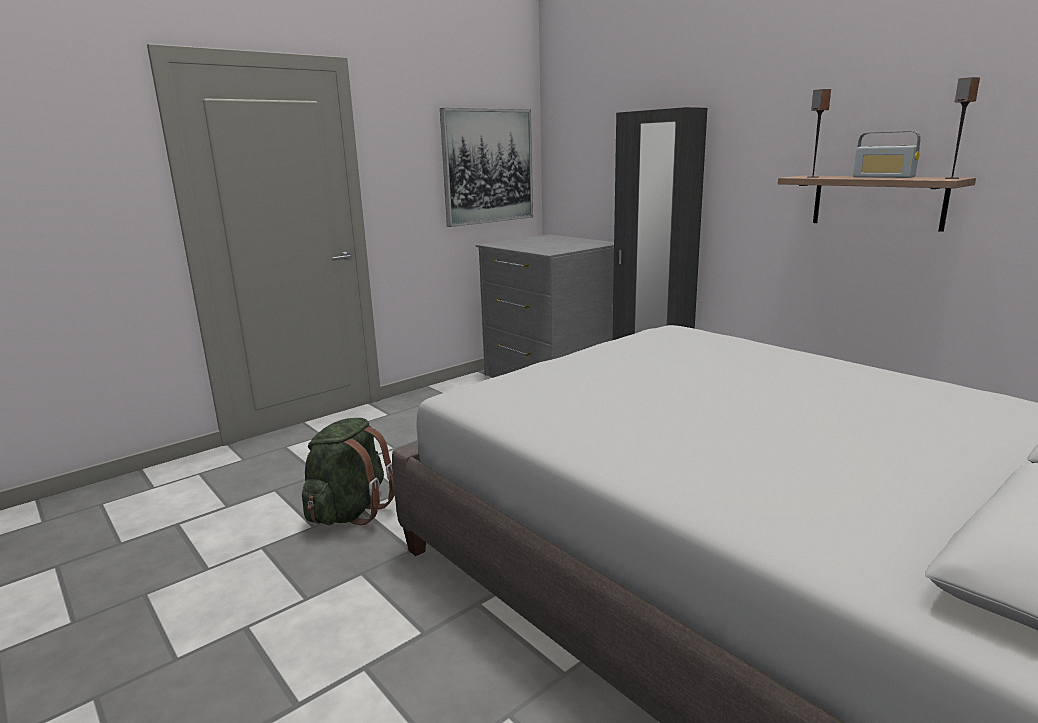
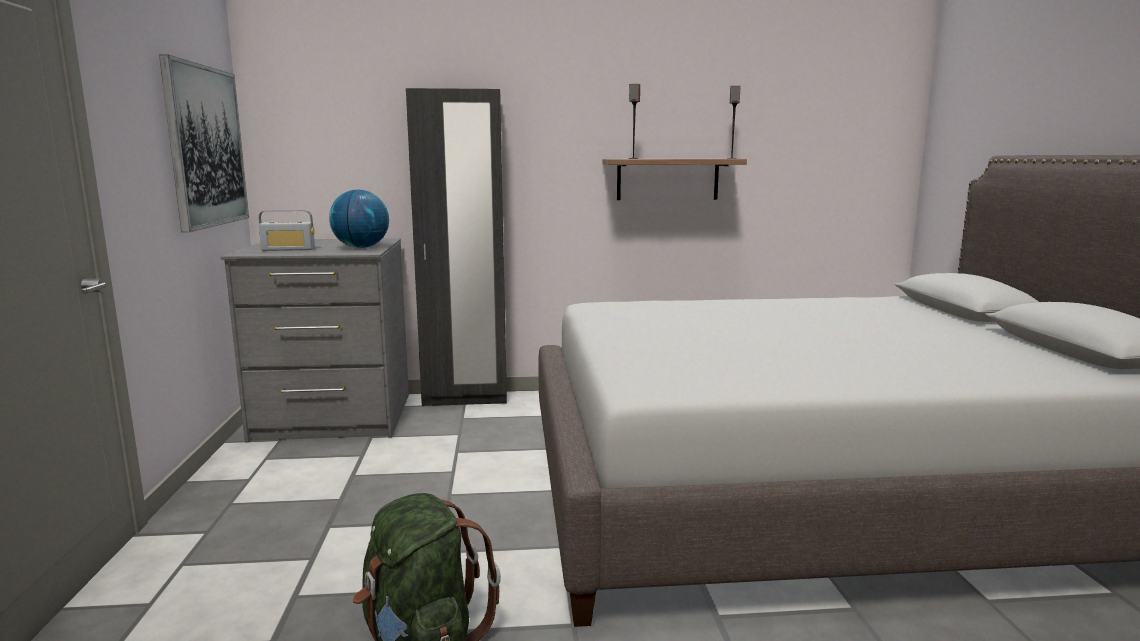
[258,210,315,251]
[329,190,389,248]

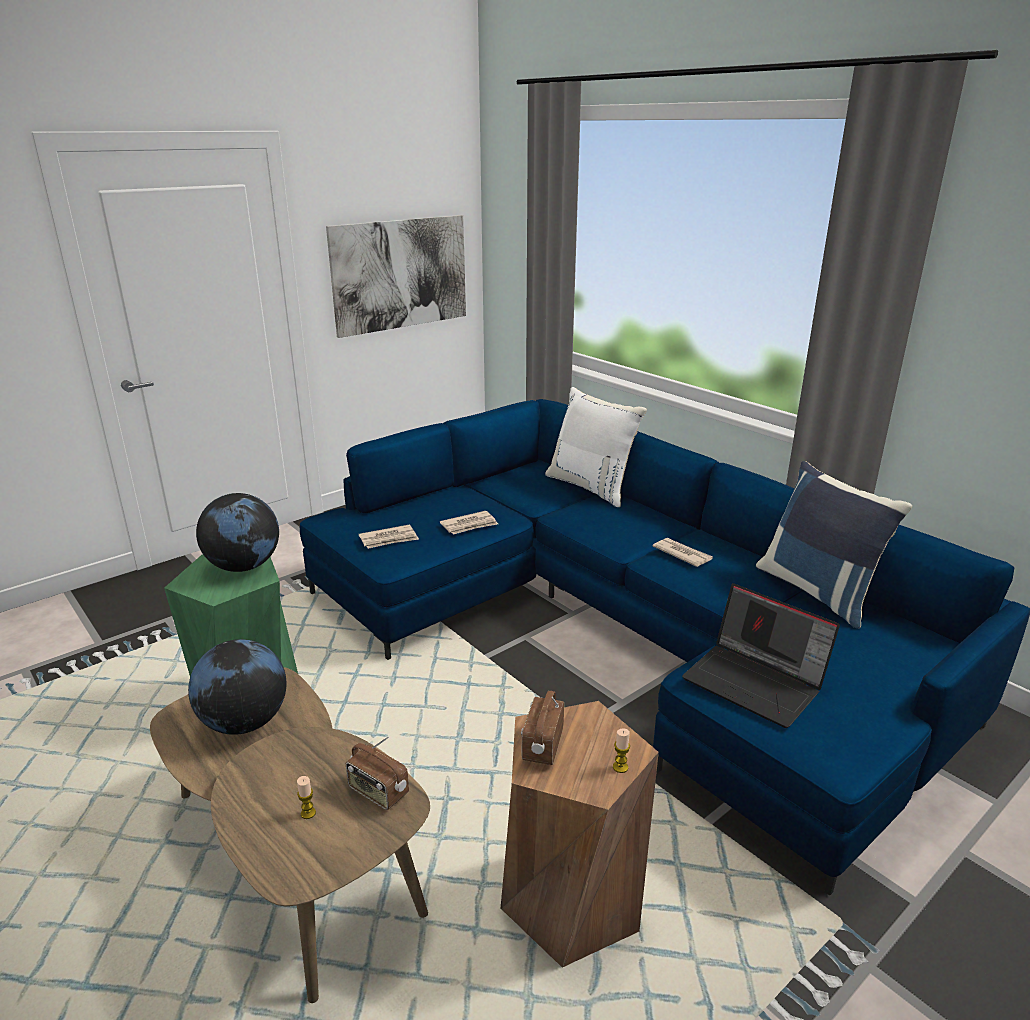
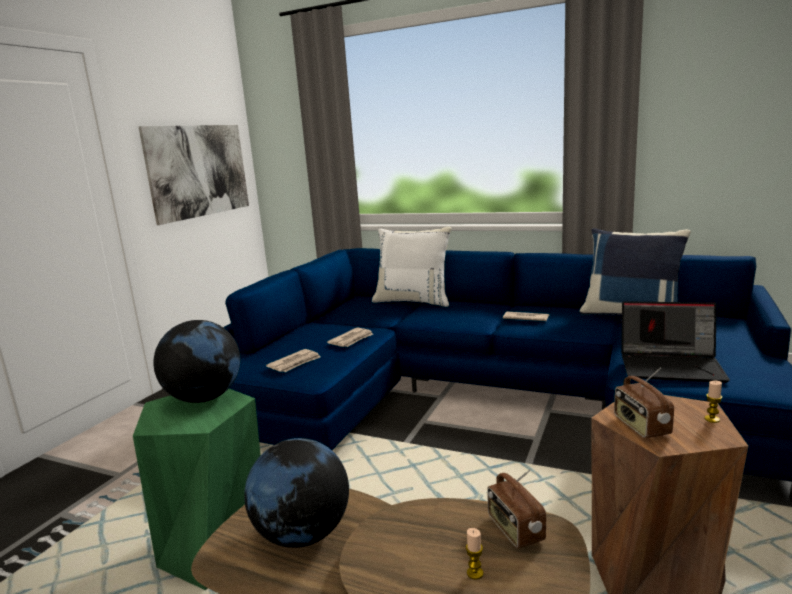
[487,469,546,549]

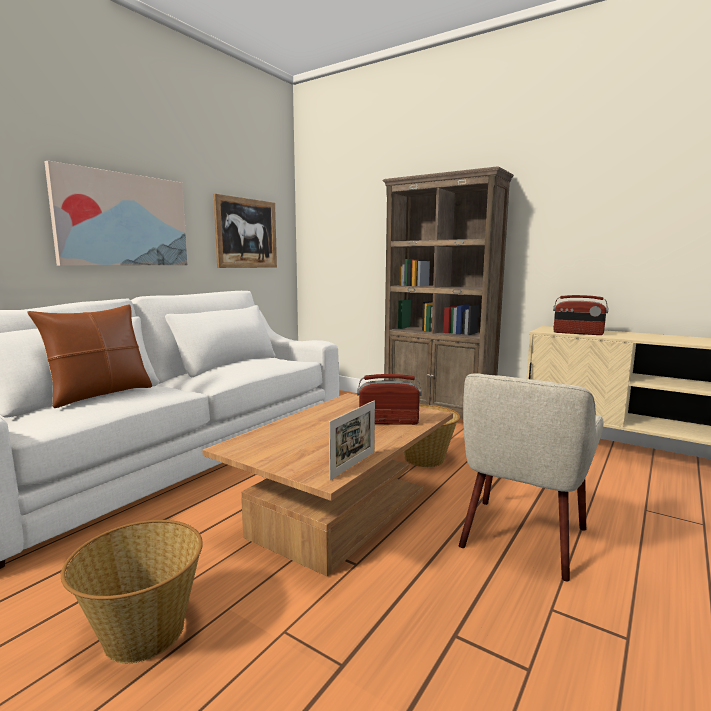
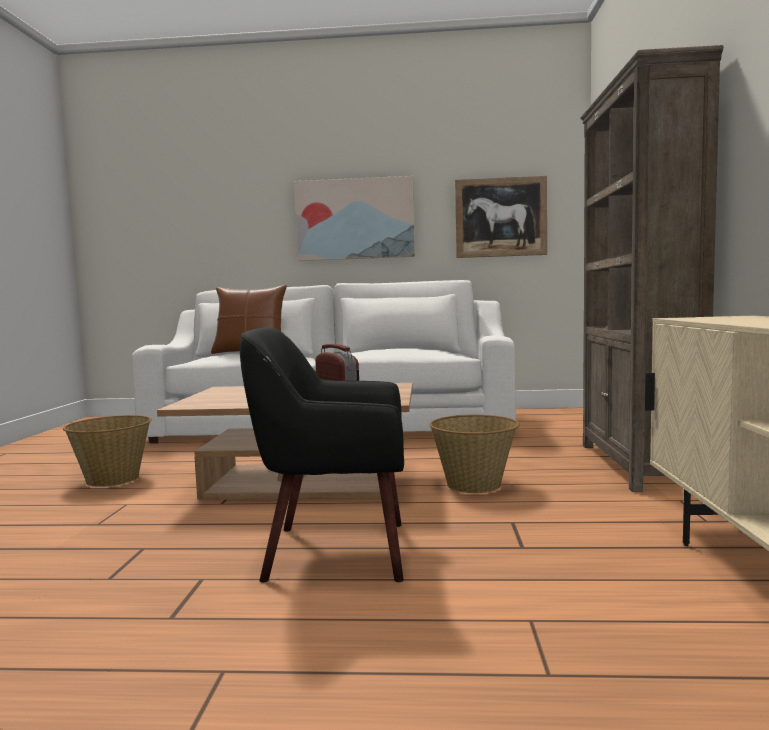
[553,295,608,335] (first image)
[240,327,404,582]
[329,400,375,480] (first image)

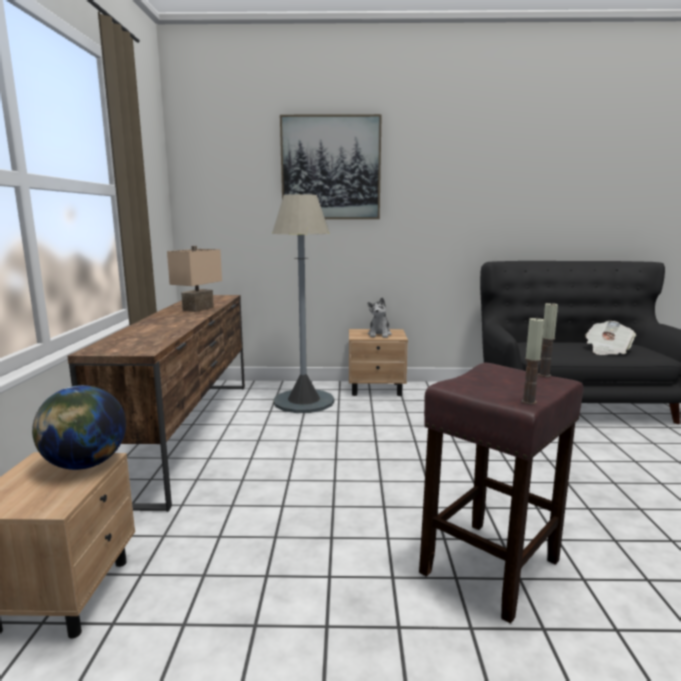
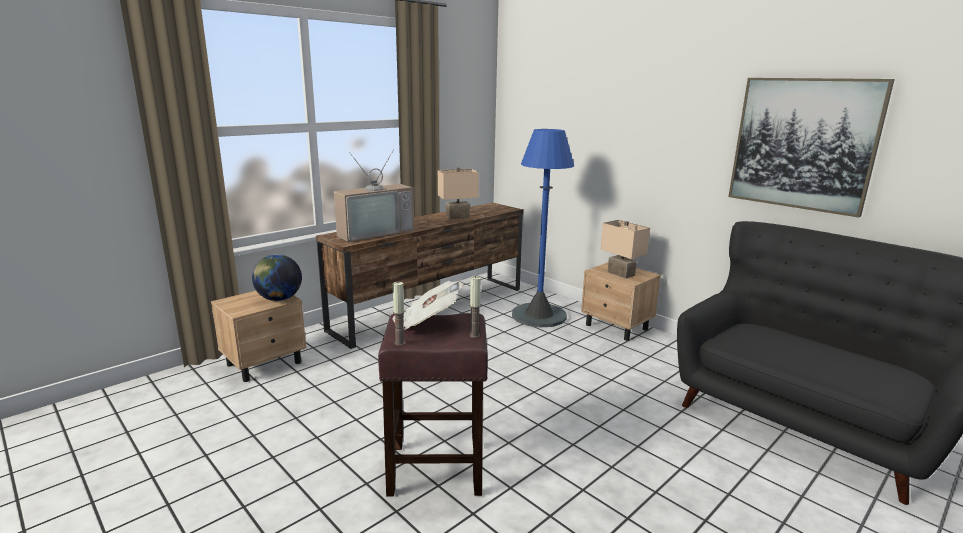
[728,78,895,218]
[512,129,574,327]
[601,220,650,279]
[392,281,463,330]
[334,149,414,242]

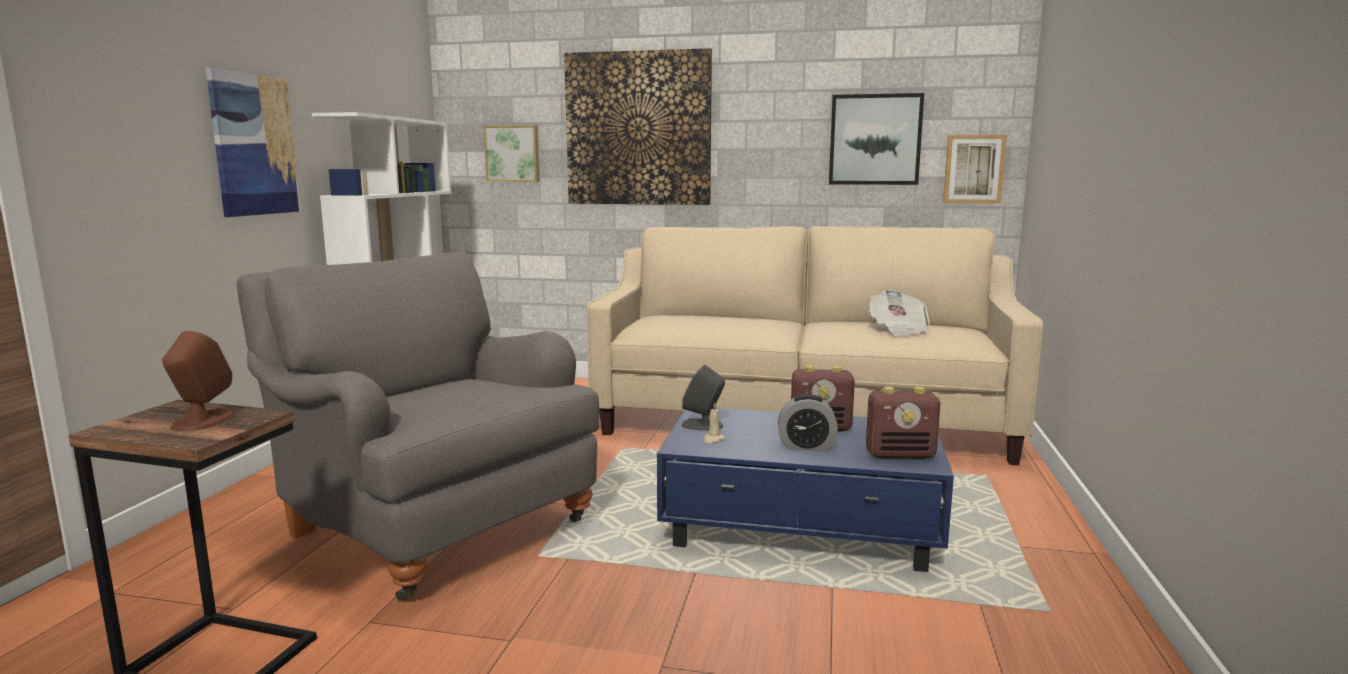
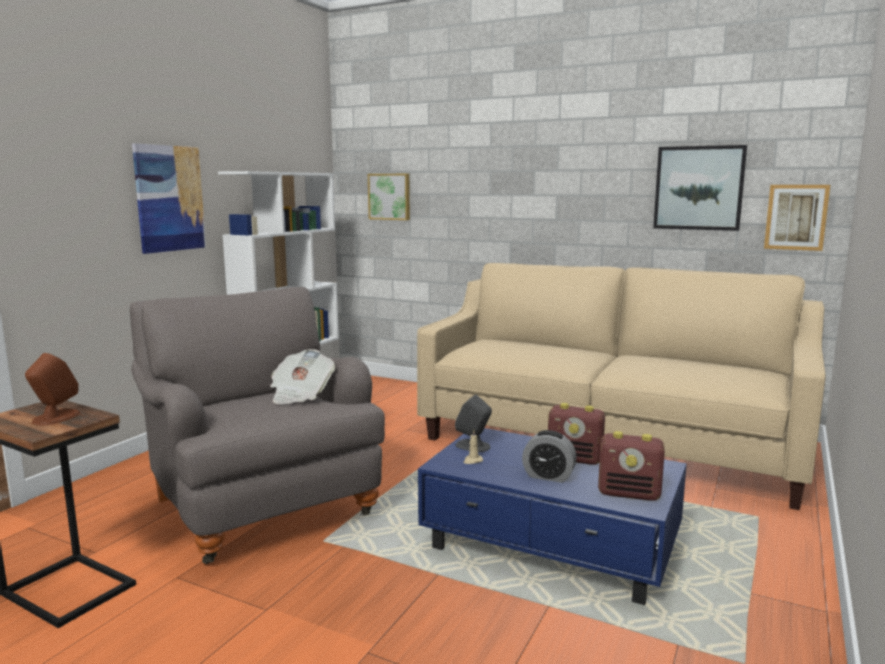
[564,48,712,205] (first image)
[270,349,335,404]

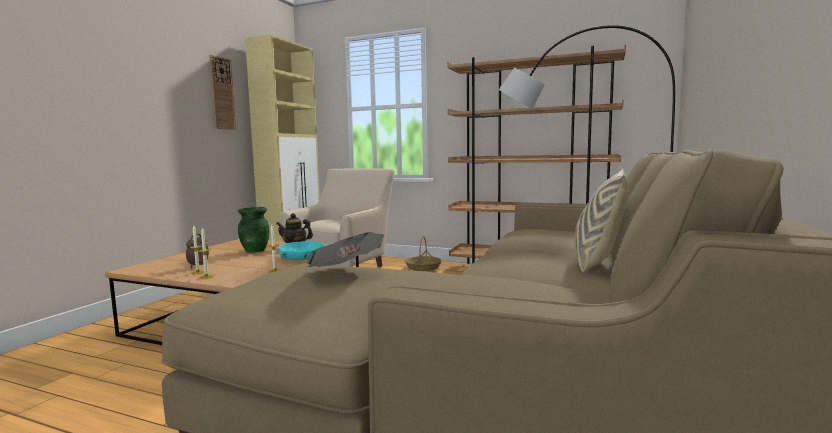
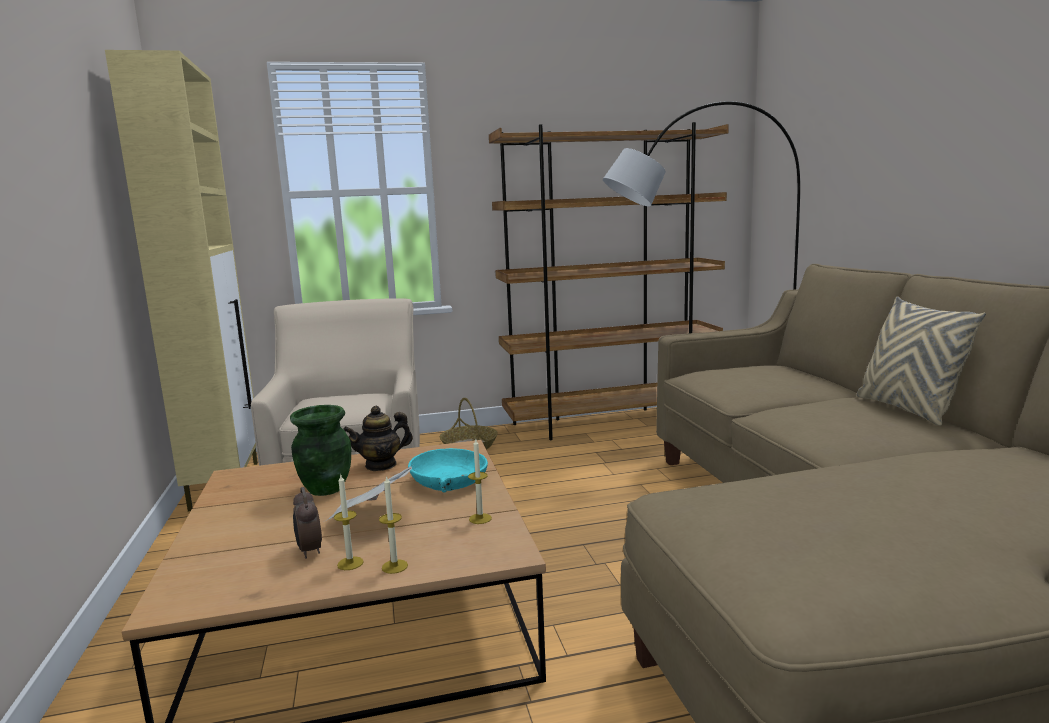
[209,55,236,130] (first image)
[324,465,413,522]

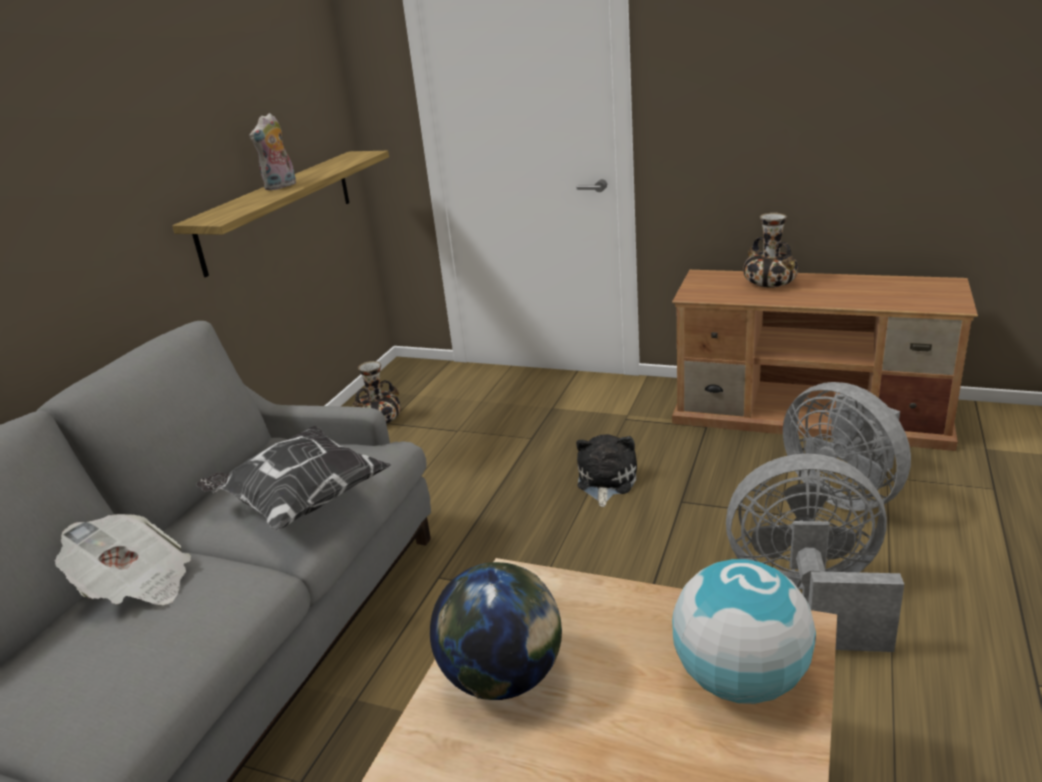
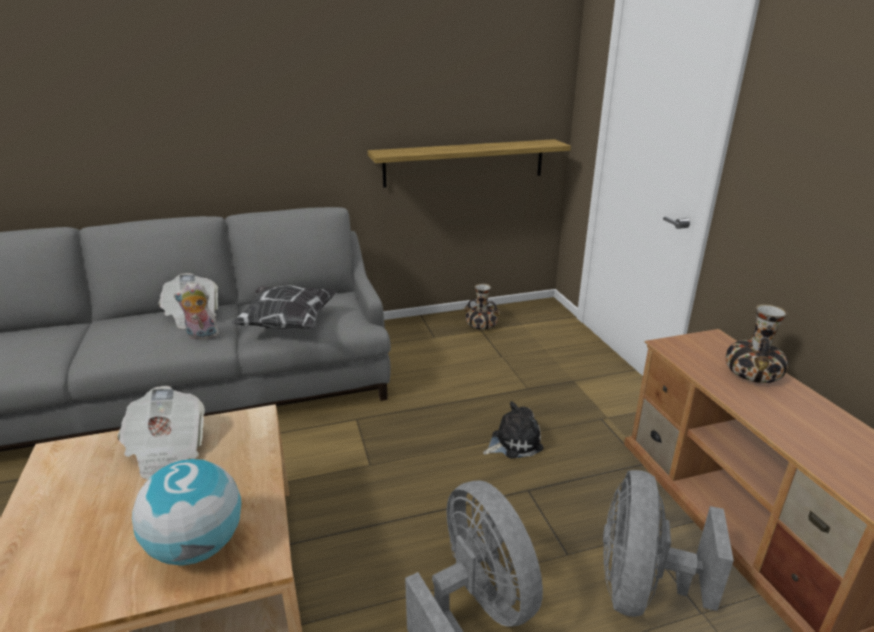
[174,282,219,340]
[118,386,205,479]

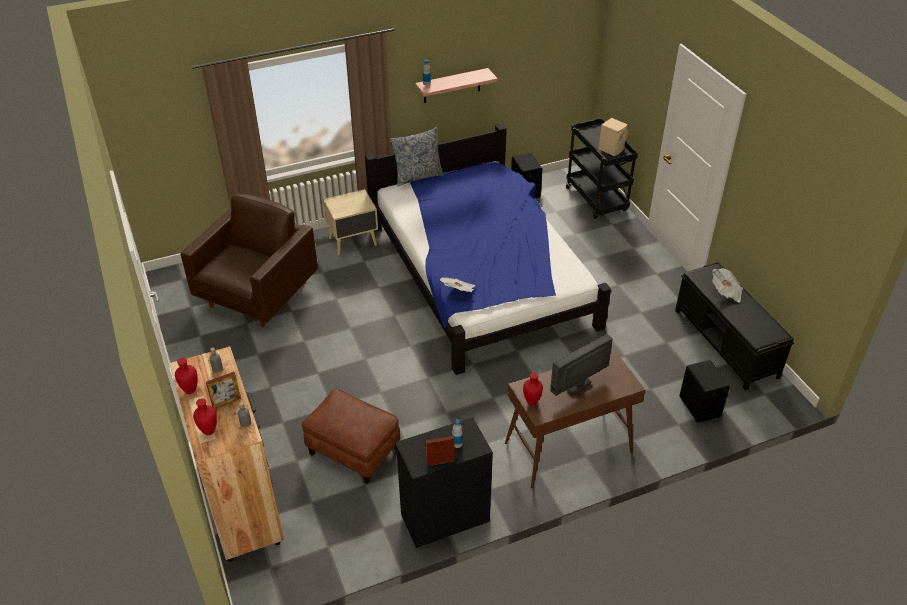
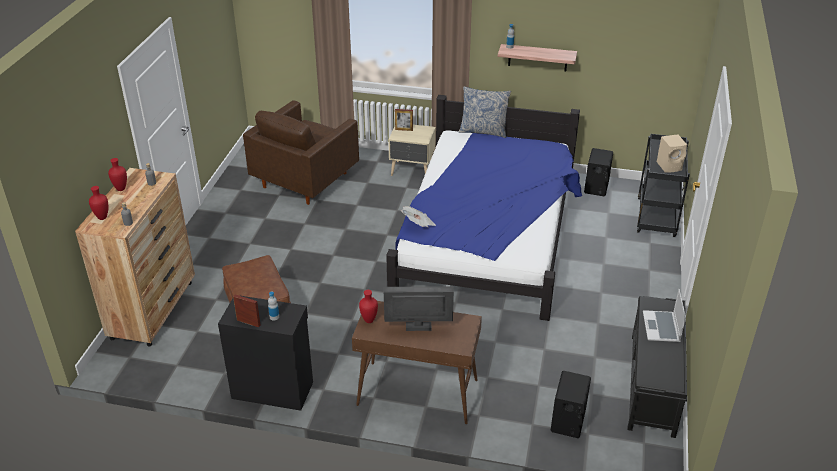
[243,100,359,205]
[643,289,686,342]
[395,109,413,131]

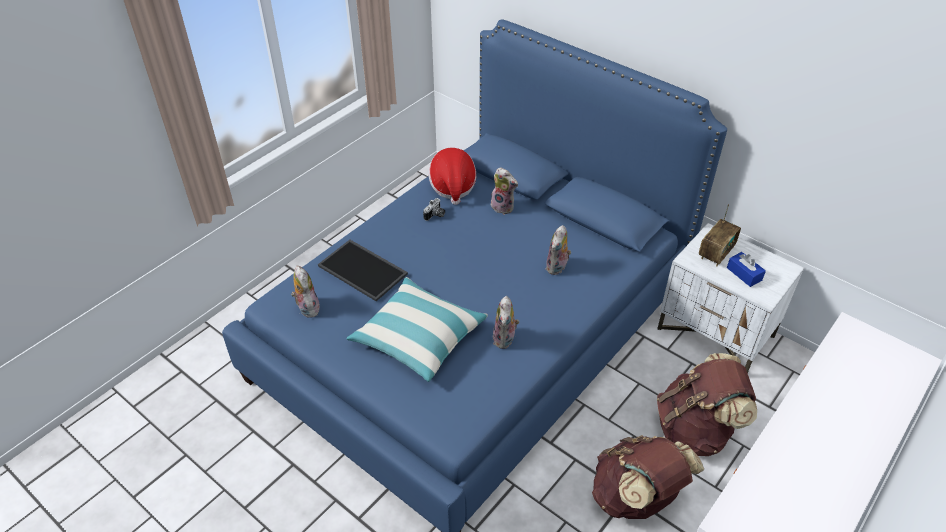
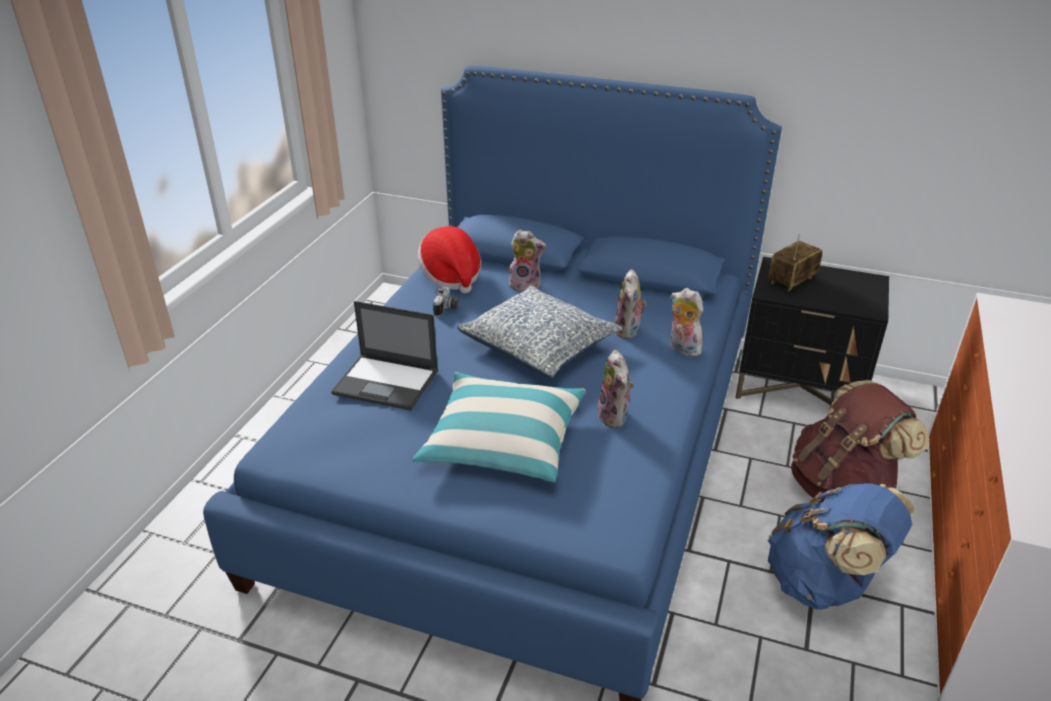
[769,233,823,292]
[736,257,889,405]
[331,301,438,411]
[727,252,766,287] (first image)
[670,288,703,357]
[768,483,915,610]
[457,285,622,378]

